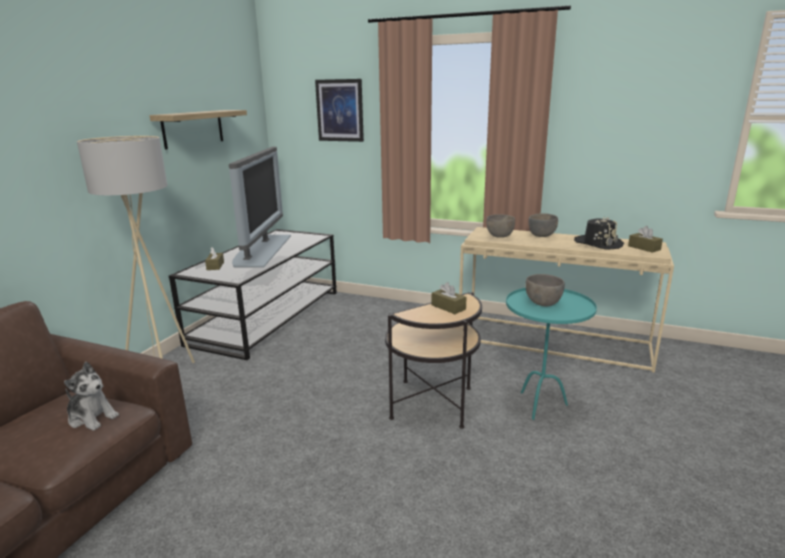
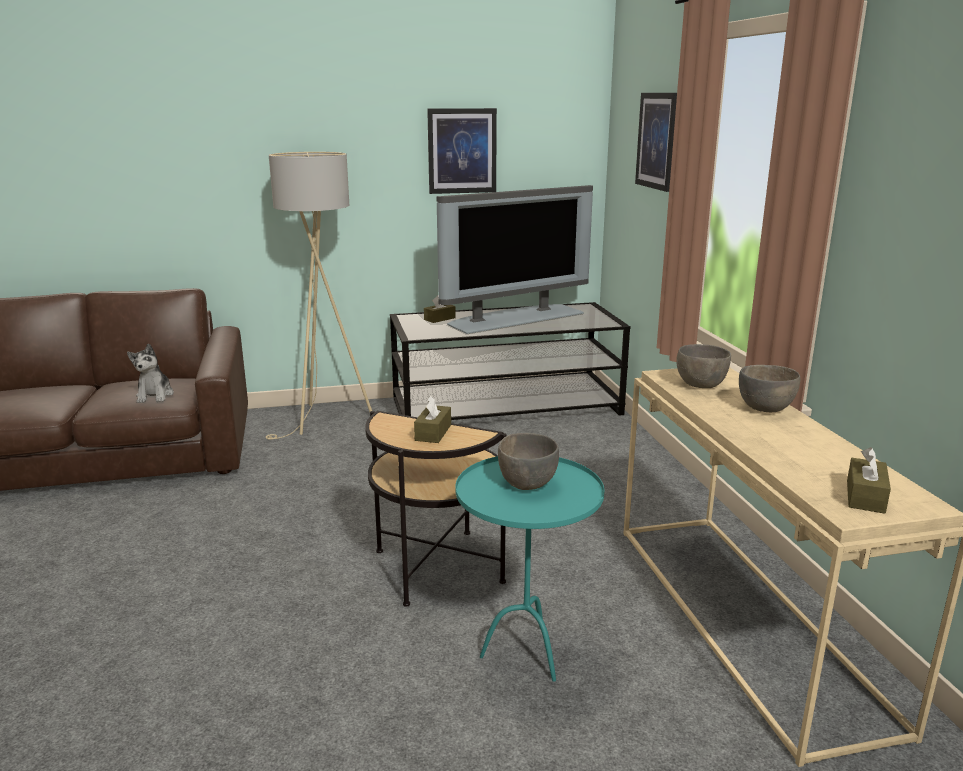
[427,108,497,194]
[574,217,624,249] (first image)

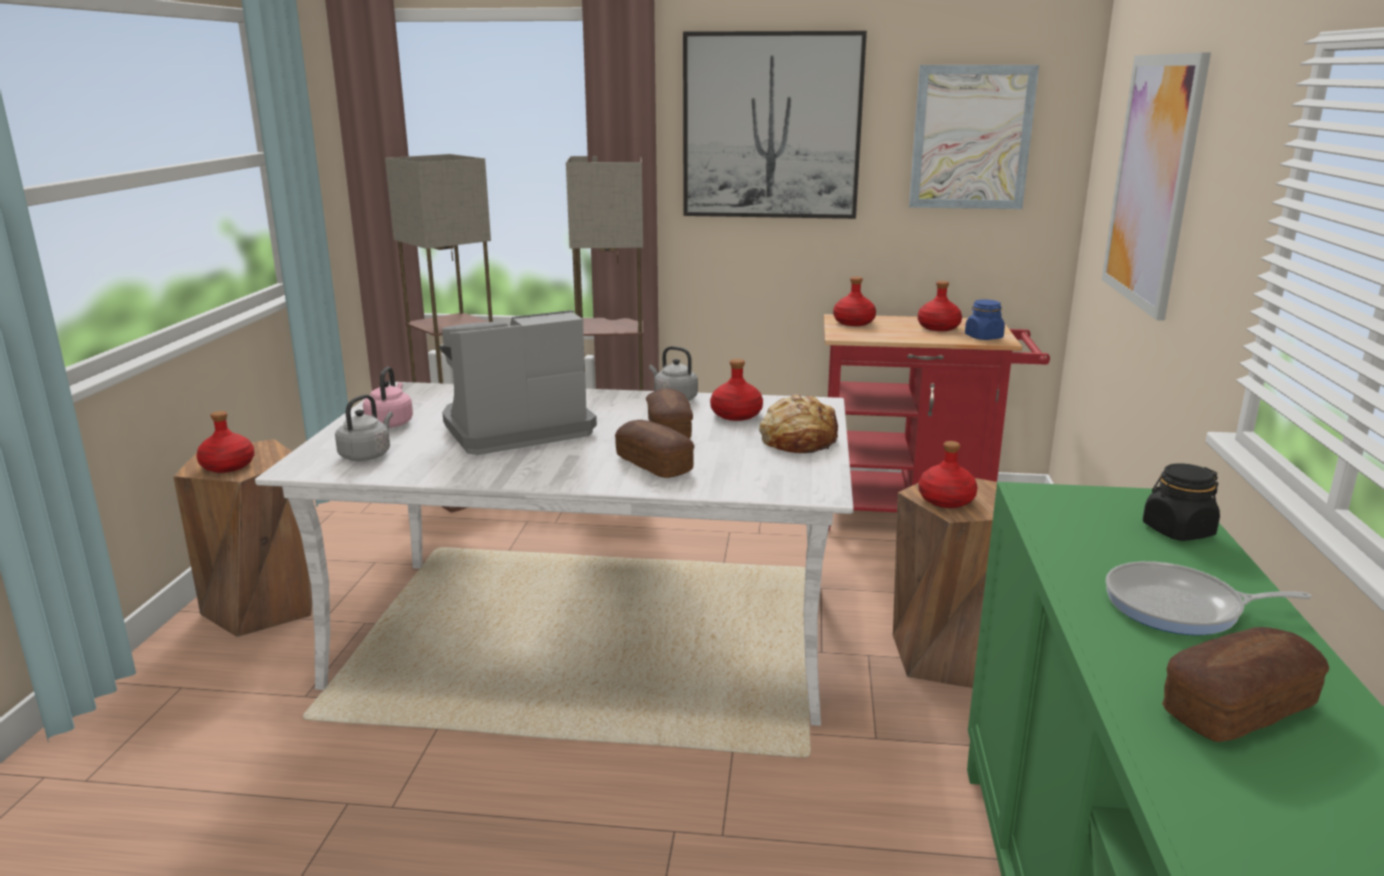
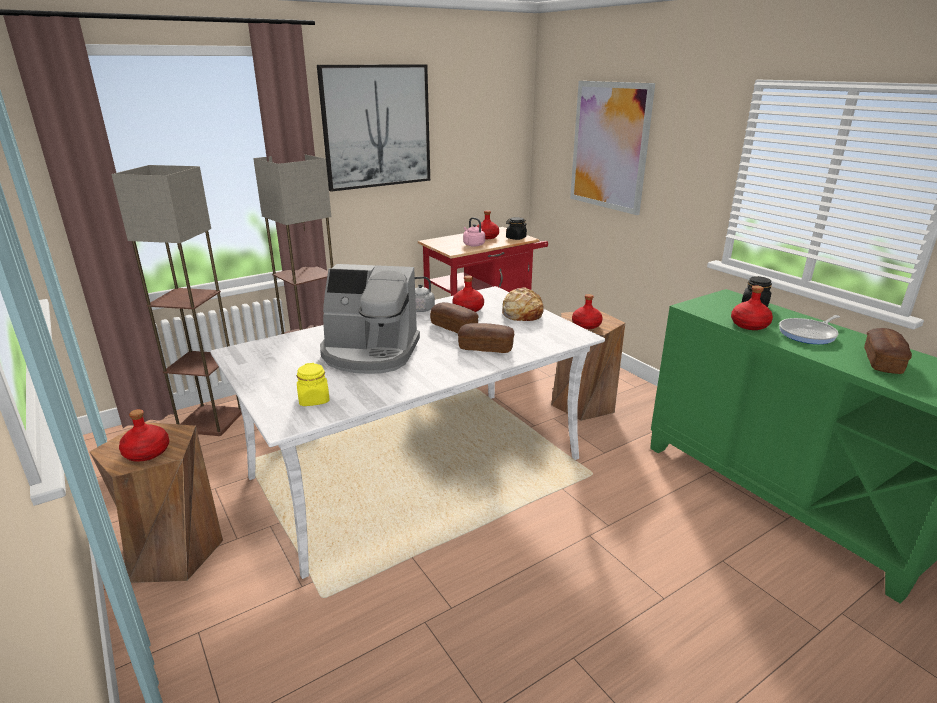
[909,65,1039,209] (first image)
[731,285,773,330]
[506,217,527,240]
[320,264,420,374]
[463,217,485,247]
[297,363,330,406]

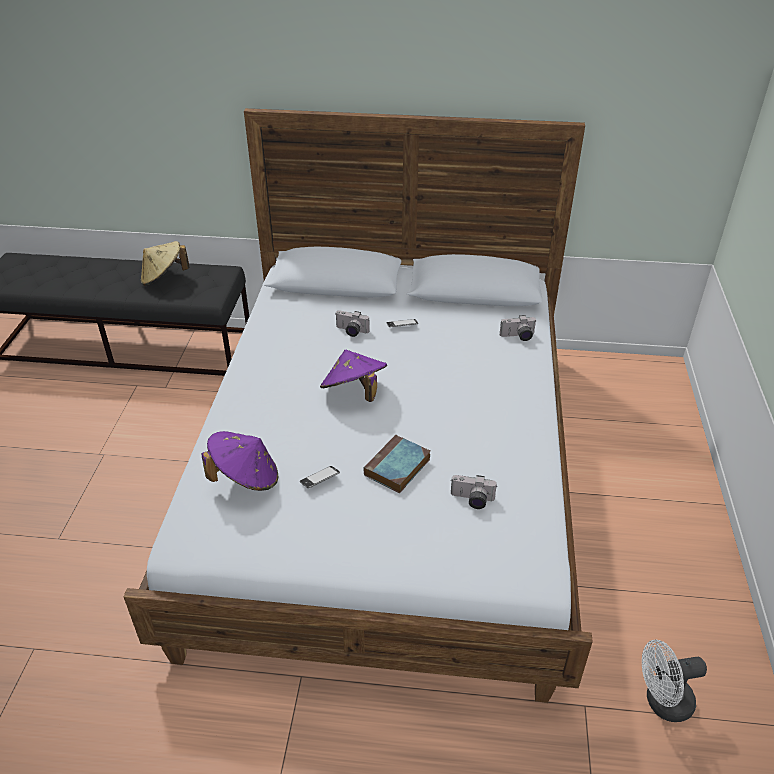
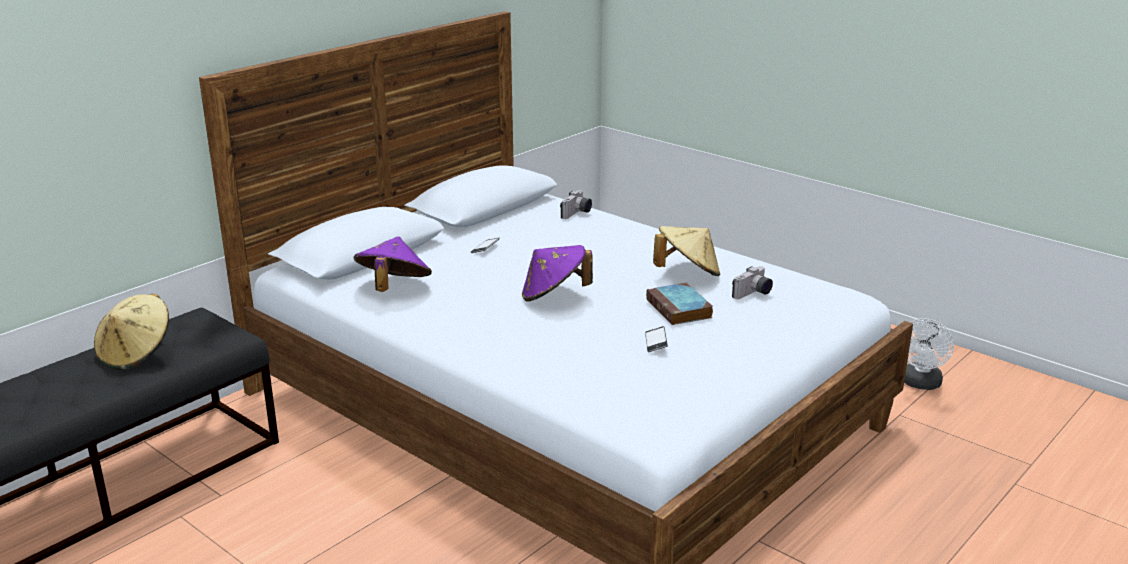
[335,311,370,337] (first image)
[354,237,432,292]
[653,226,720,276]

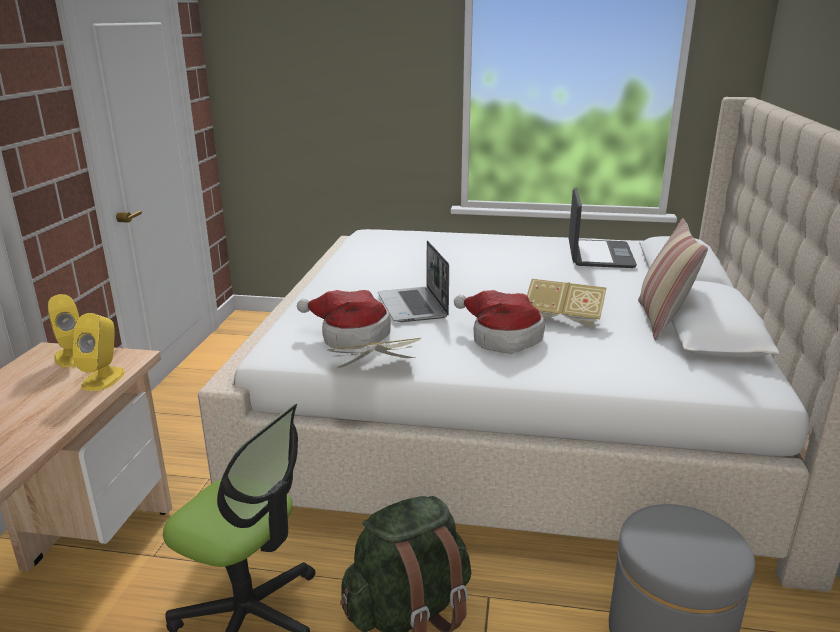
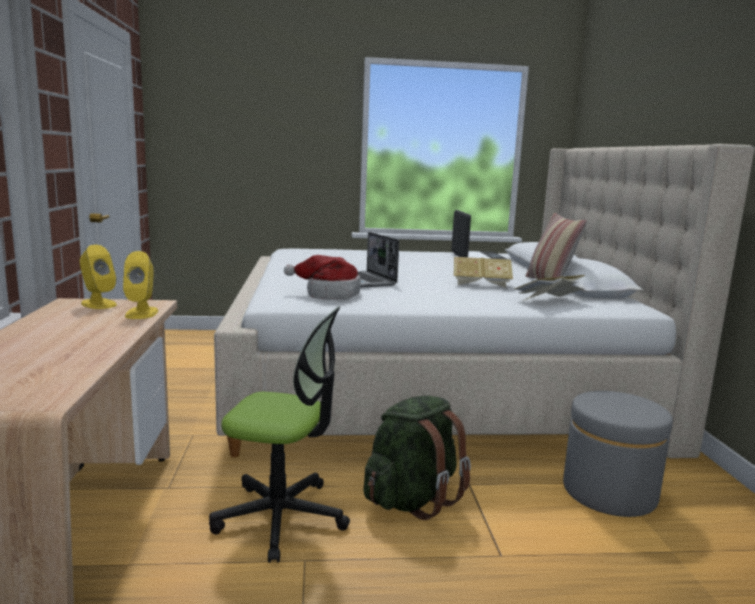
[454,290,545,354] (first image)
[514,275,585,301]

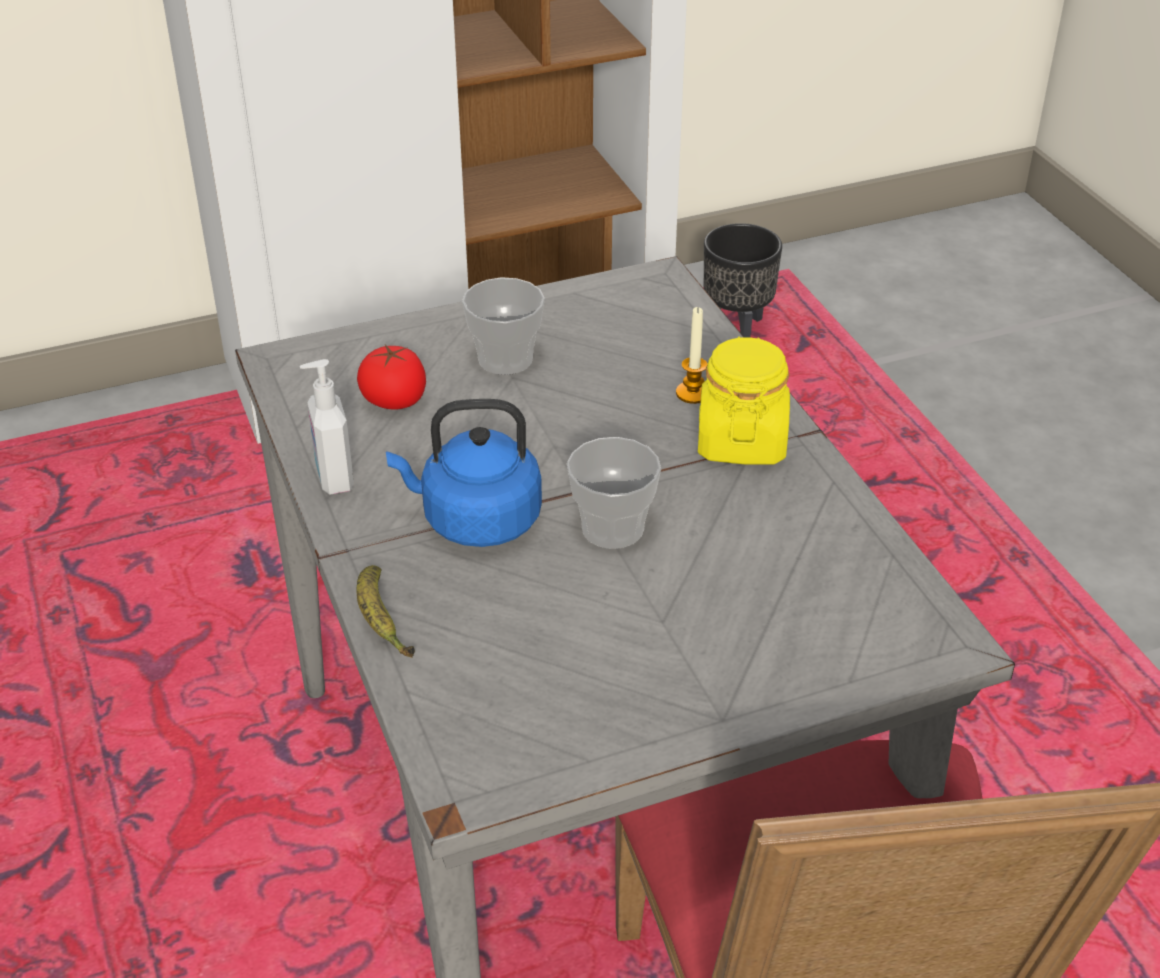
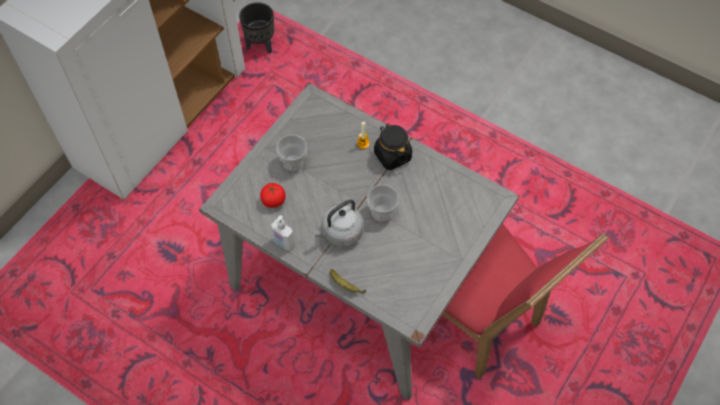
[374,123,412,170]
[312,199,364,247]

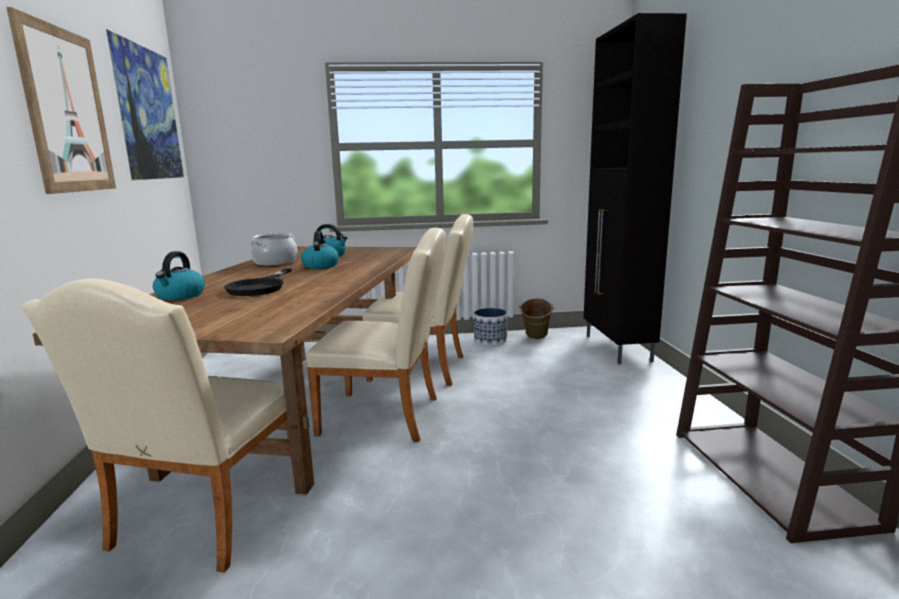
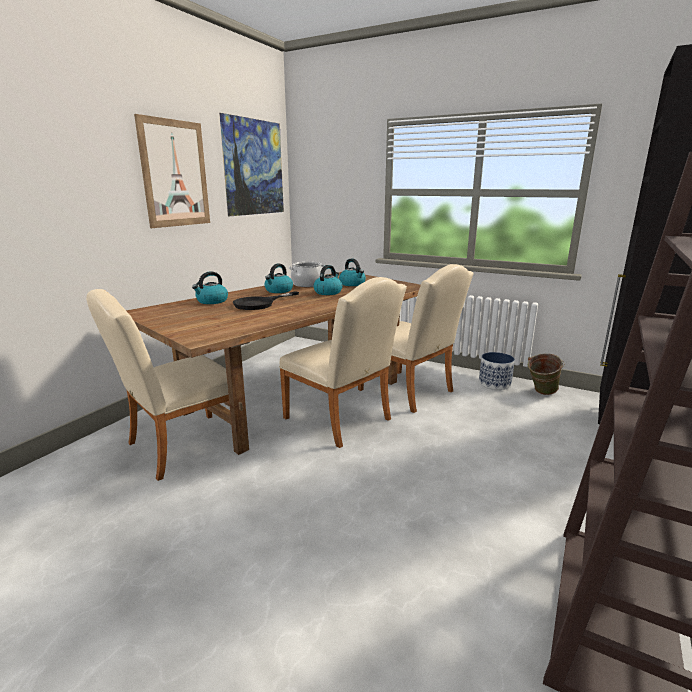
[264,263,293,293]

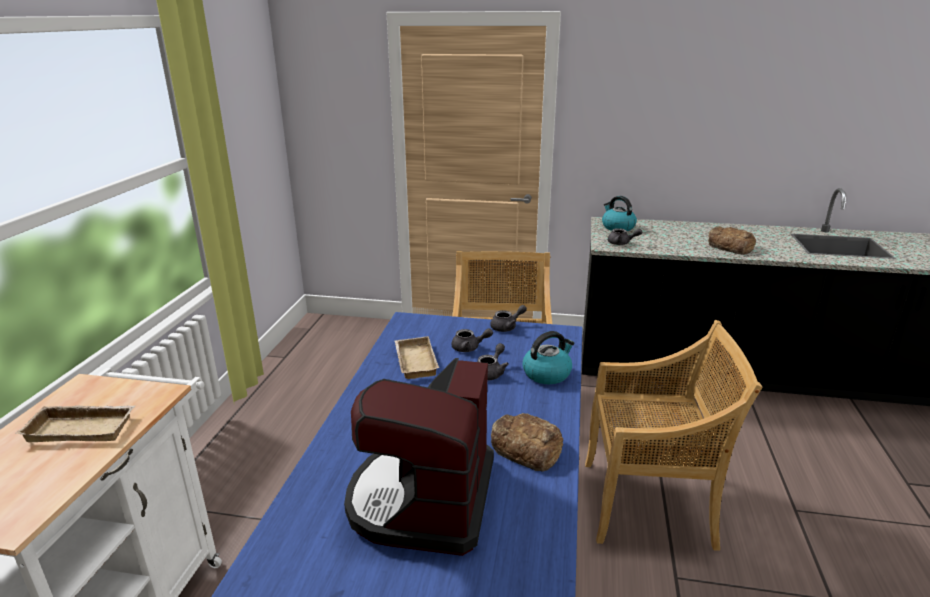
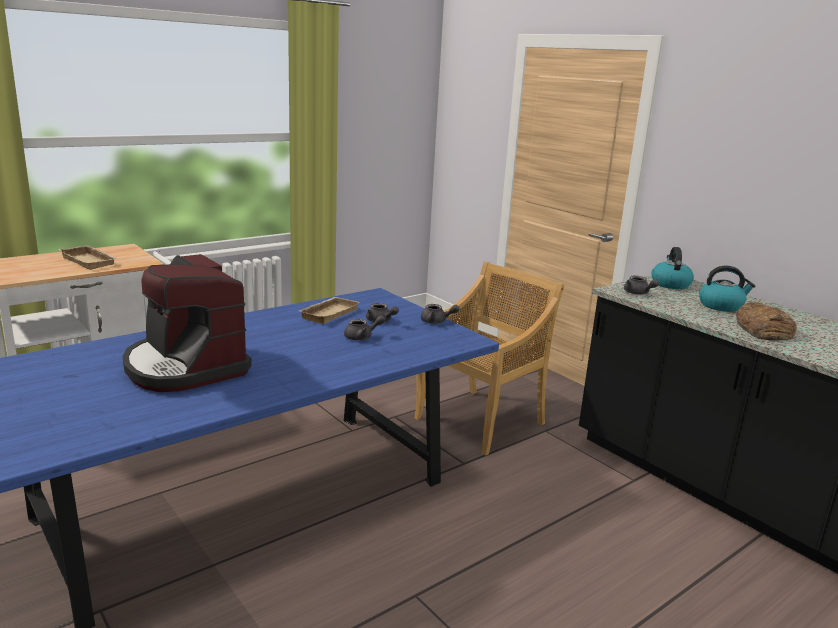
[585,320,763,551] (first image)
[699,266,755,312]
[123,254,252,392]
[491,413,563,472] (first image)

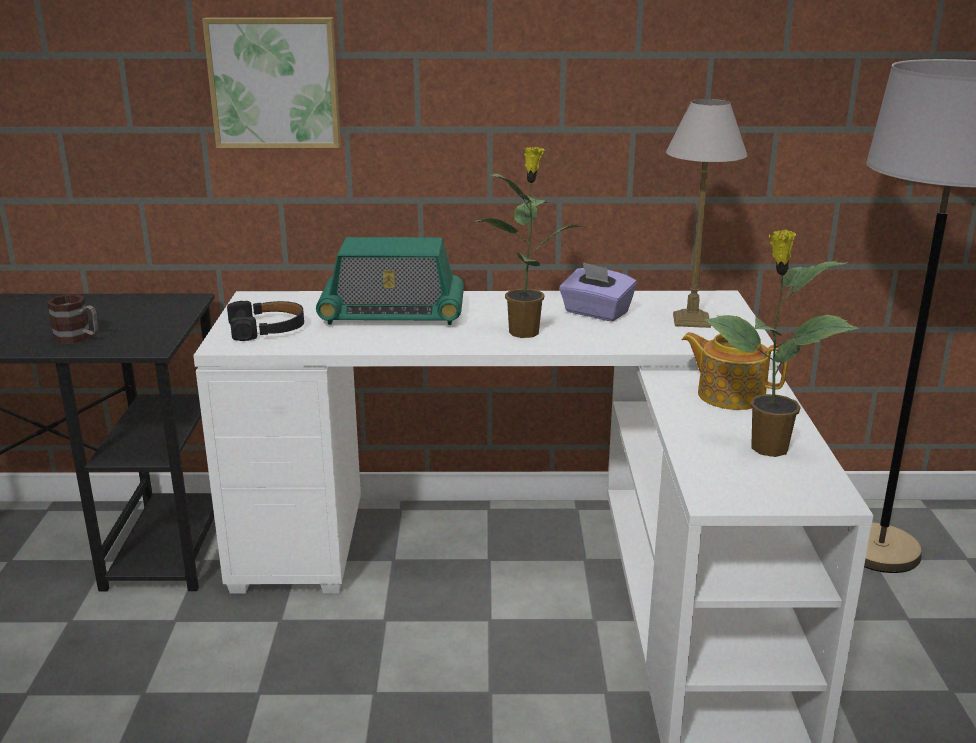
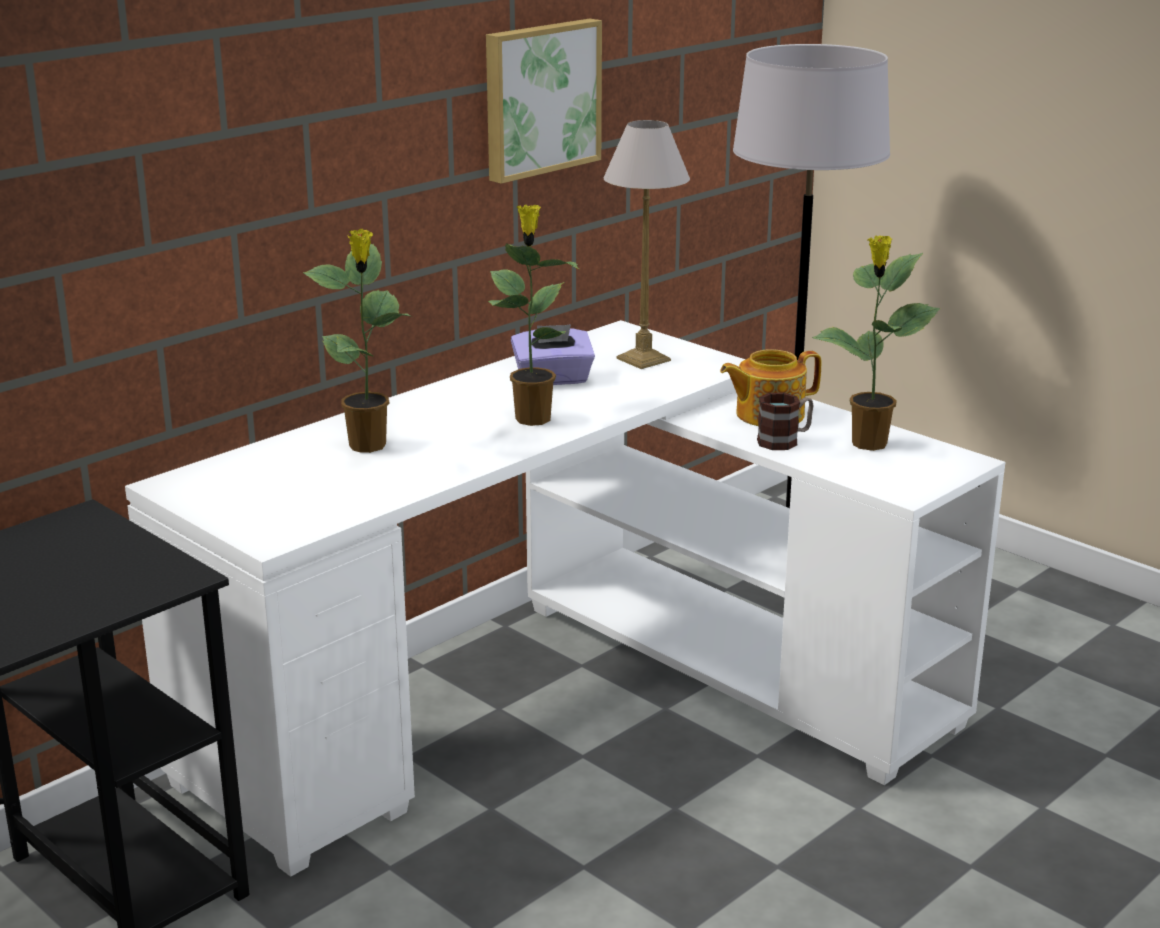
[486,19,602,184]
[303,229,410,453]
[757,393,814,450]
[227,301,304,341] (first image)

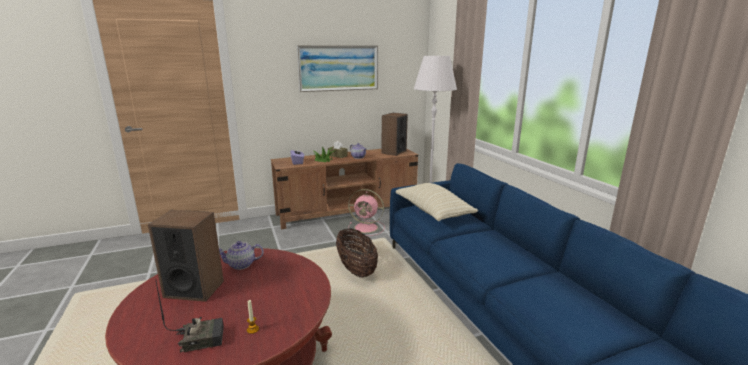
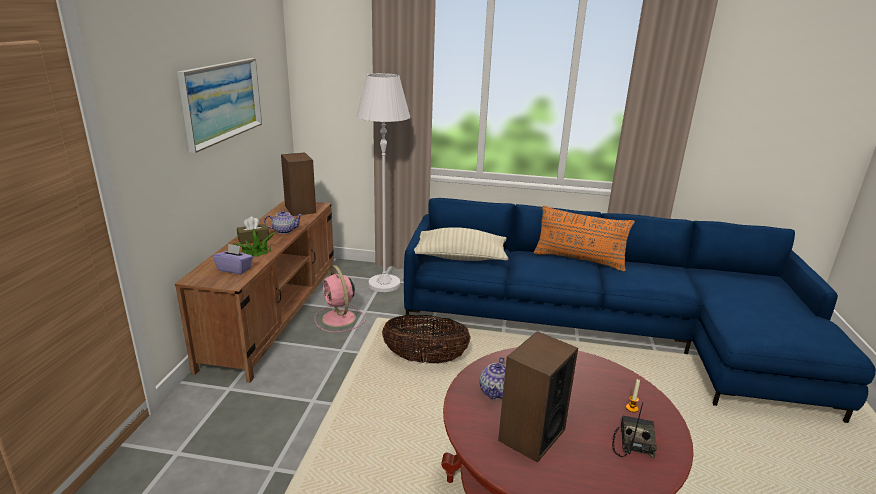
[315,265,366,332]
[534,206,635,271]

